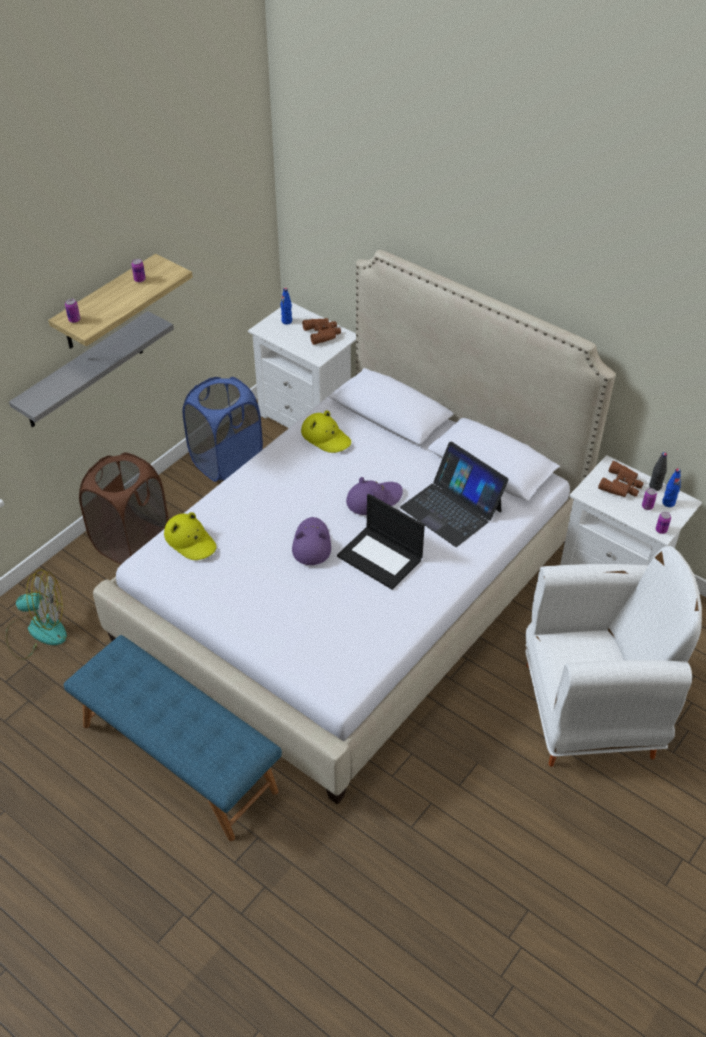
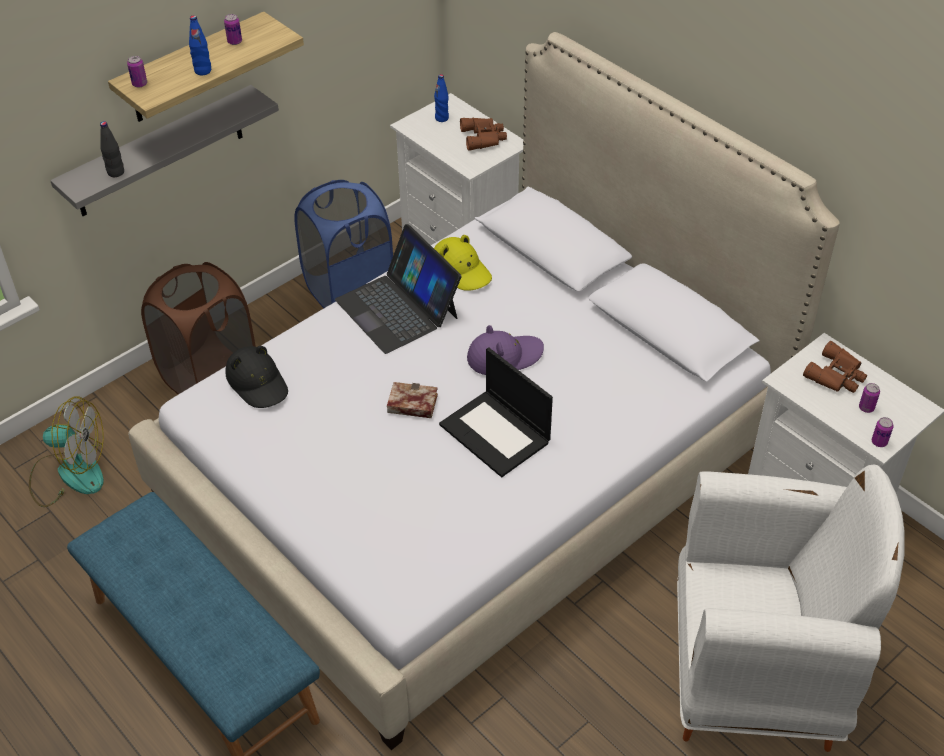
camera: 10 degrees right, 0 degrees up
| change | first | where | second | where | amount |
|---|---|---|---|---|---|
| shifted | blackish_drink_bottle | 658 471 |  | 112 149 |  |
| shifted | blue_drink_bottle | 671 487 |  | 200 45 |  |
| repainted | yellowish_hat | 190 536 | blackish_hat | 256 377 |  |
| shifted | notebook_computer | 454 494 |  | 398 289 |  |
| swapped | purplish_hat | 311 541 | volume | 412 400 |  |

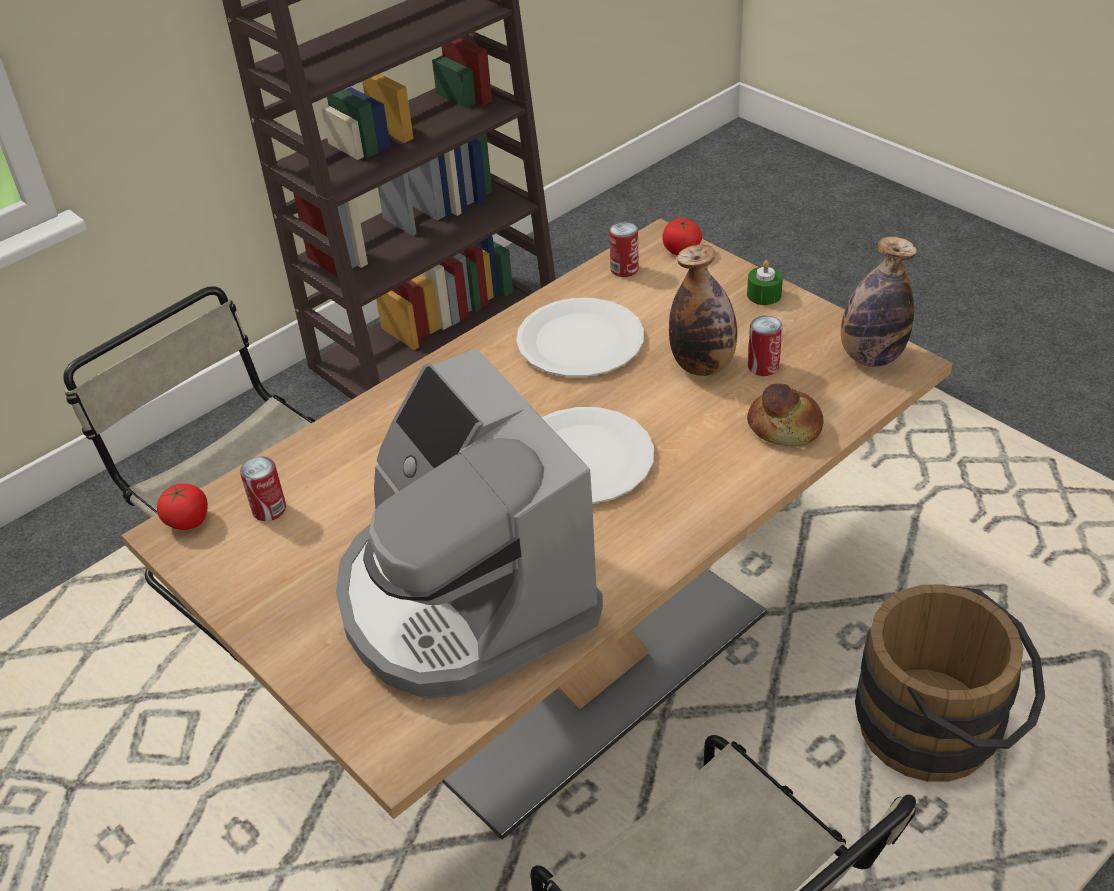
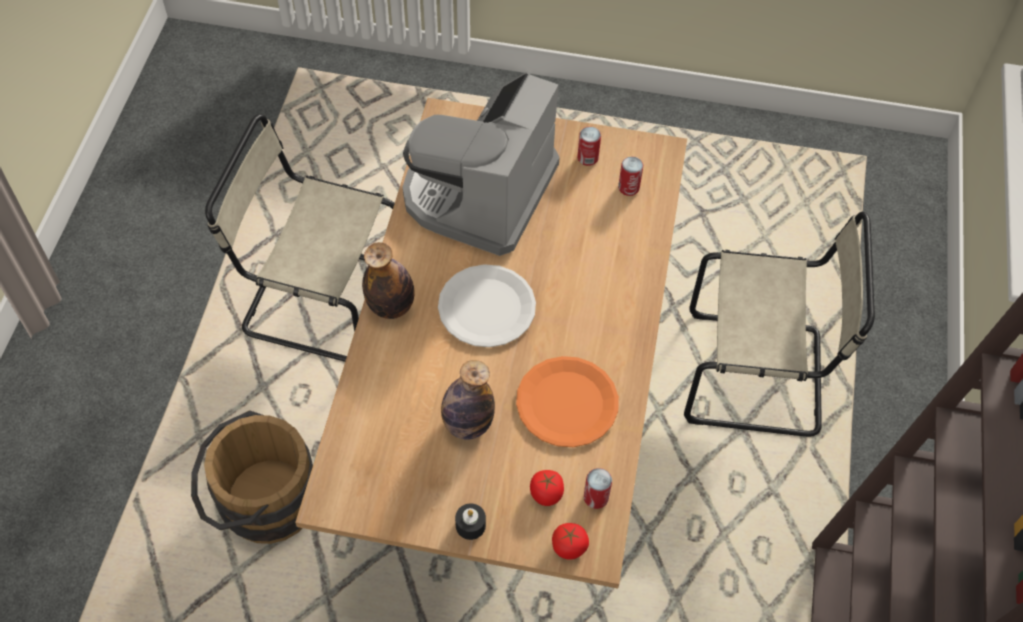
camera: 140 degrees right, 15 degrees up
| change | first | where | second | where | amount |
|---|---|---|---|---|---|
| shifted | drink_bottle | 879 301 |  | 388 280 |  |
| rotated | coffee_maker | 469 523 |  | 481 164 | 90 degrees counterclockwise |
| repainted | green-coloured_candle | 765 282 | blackish_candle | 470 521 |  |
| repainted | white-coloured_flat_dish | 580 337 | orangey_flat_dish | 567 401 |  |
| shifted | whole_tomato | 182 507 |  | 547 488 |  |
| shifted | can | 765 346 |  | 589 146 |  |
| gone | bread | 785 415 |  |  |  |

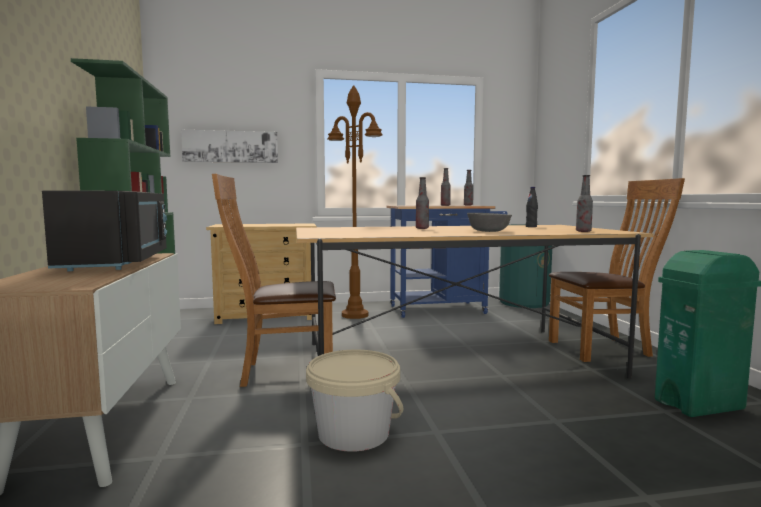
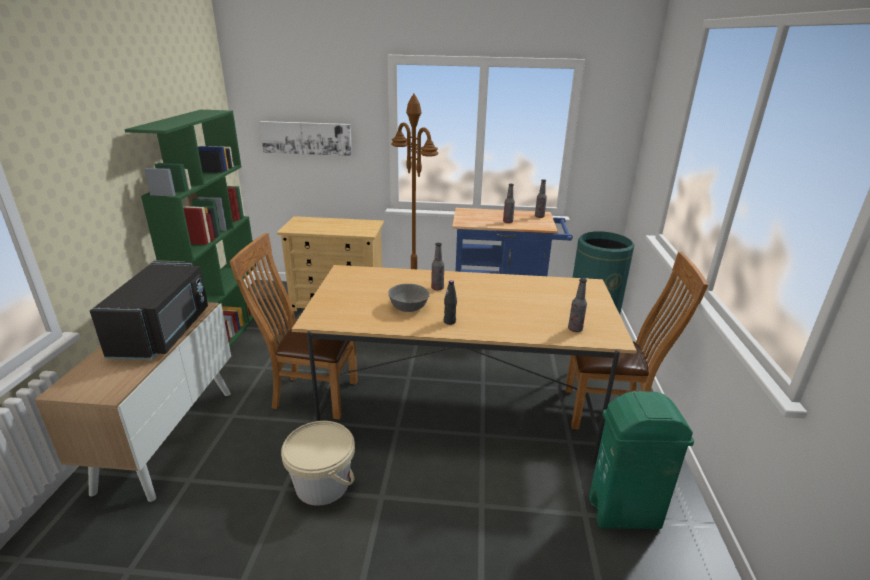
camera: 15 degrees right, 20 degrees up
| change | first | where | second | where | amount |
|---|---|---|---|---|---|
| shifted | greyish_serving_bowl | 489 222 |  | 409 298 |  |
| shifted | blackish_drink_bottle | 532 207 |  | 450 302 |  |

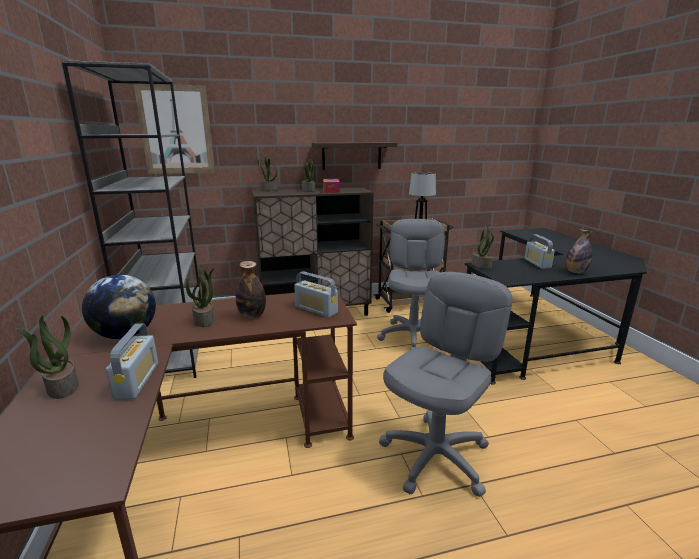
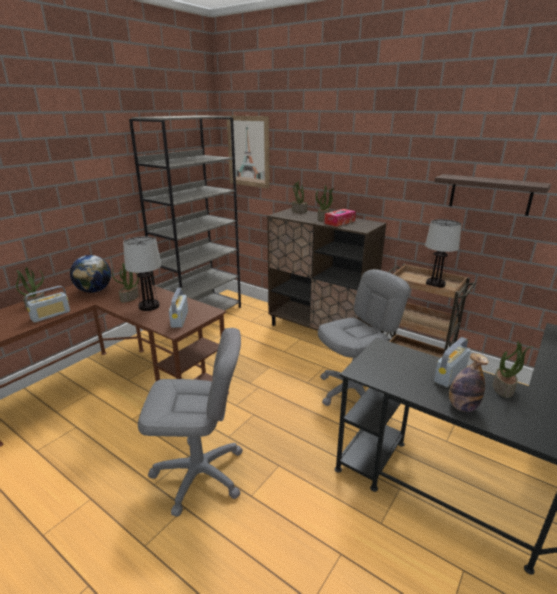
camera: 50 degrees right, 5 degrees up
| change | first | where | second | where | amount |
|---|---|---|---|---|---|
| swapped | drink_bottle | 251 289 | tabletop_lamp | 142 273 |  |
| shifted | wall_shelf | 355 156 |  | 492 195 |  |
| shifted | plant_in_a_pot | 482 247 |  | 513 369 |  |

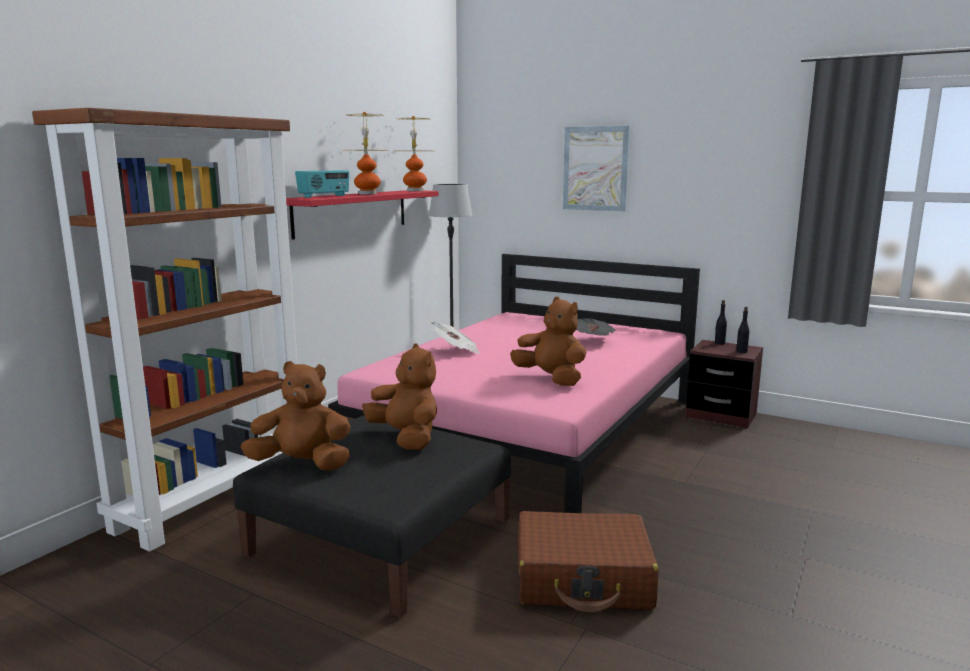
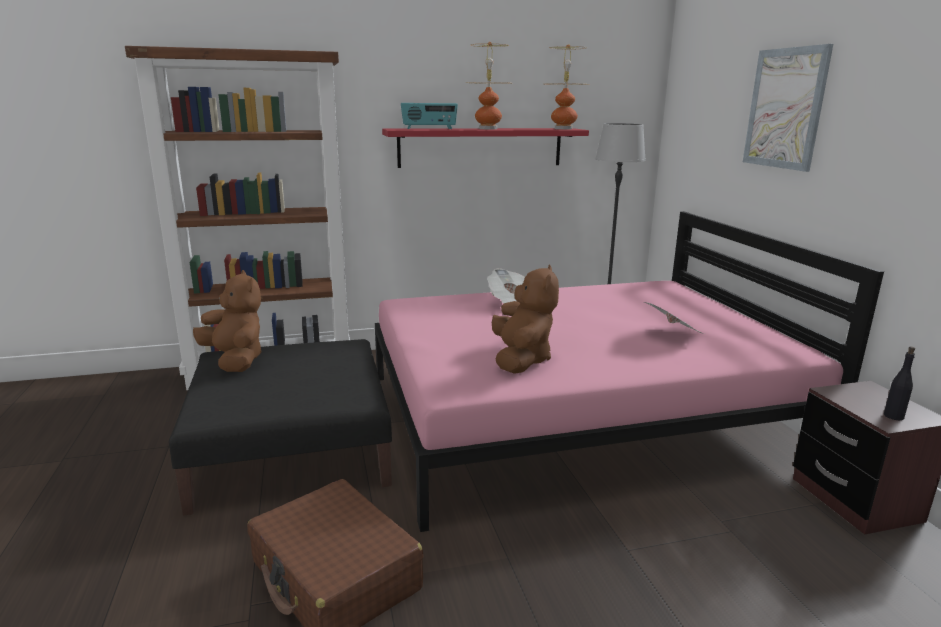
camera: 45 degrees right, 5 degrees up
| change | first | where | second | where | amount |
|---|---|---|---|---|---|
| gone | brown_soft_toy | 399 396 |  |  |  |
| gone | blackish_drink_bottle | 721 322 |  |  |  |

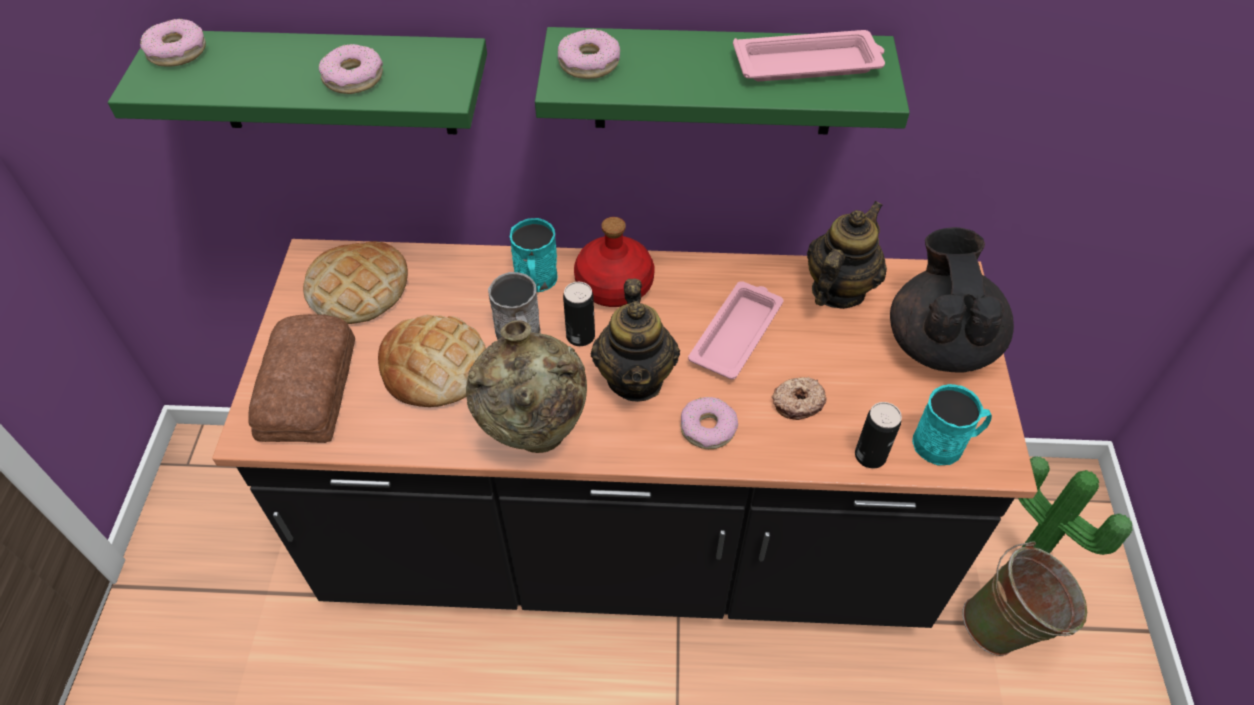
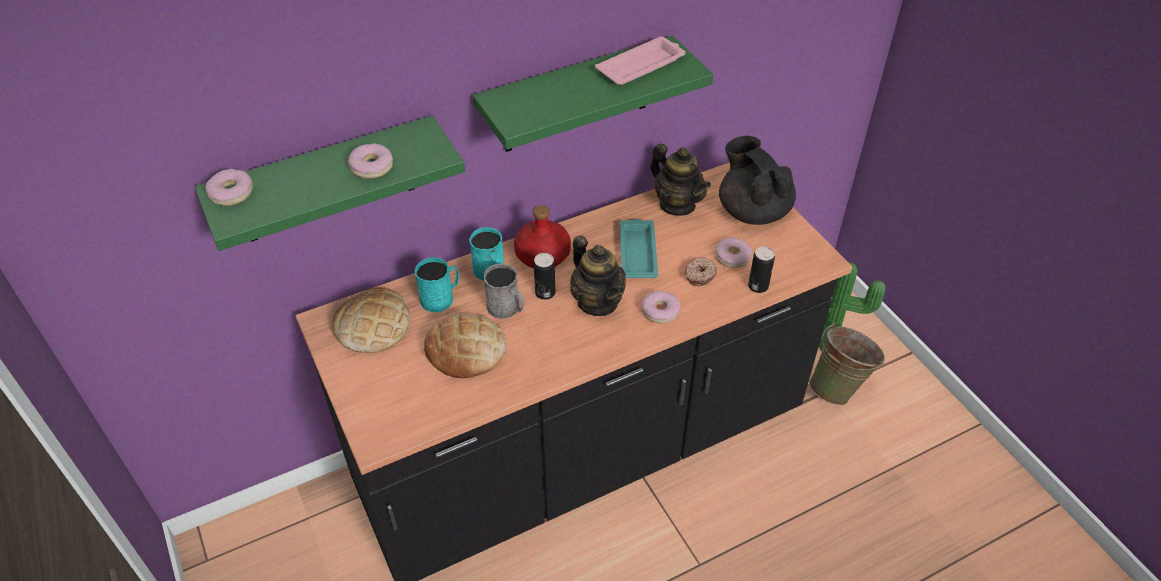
camera: 30 degrees left, 5 degrees down
| change | first | where | second | where | amount |
|---|---|---|---|---|---|
| shifted | turquoise-coloured_coffee_mug | 952 425 |  | 437 284 |  |
| repainted | pink_carrying_tray | 736 330 | turquoise-coloured_carrying_tray | 639 248 |  |
| rotated | pot_for_tea | 847 255 |  | 680 180 | 135 degrees clockwise |
| shifted | doughnut | 589 54 |  | 733 252 |  |
| gone | bread | 301 378 |  |  |  |
| gone | beige_flower_vase | 526 386 |  |  |  |

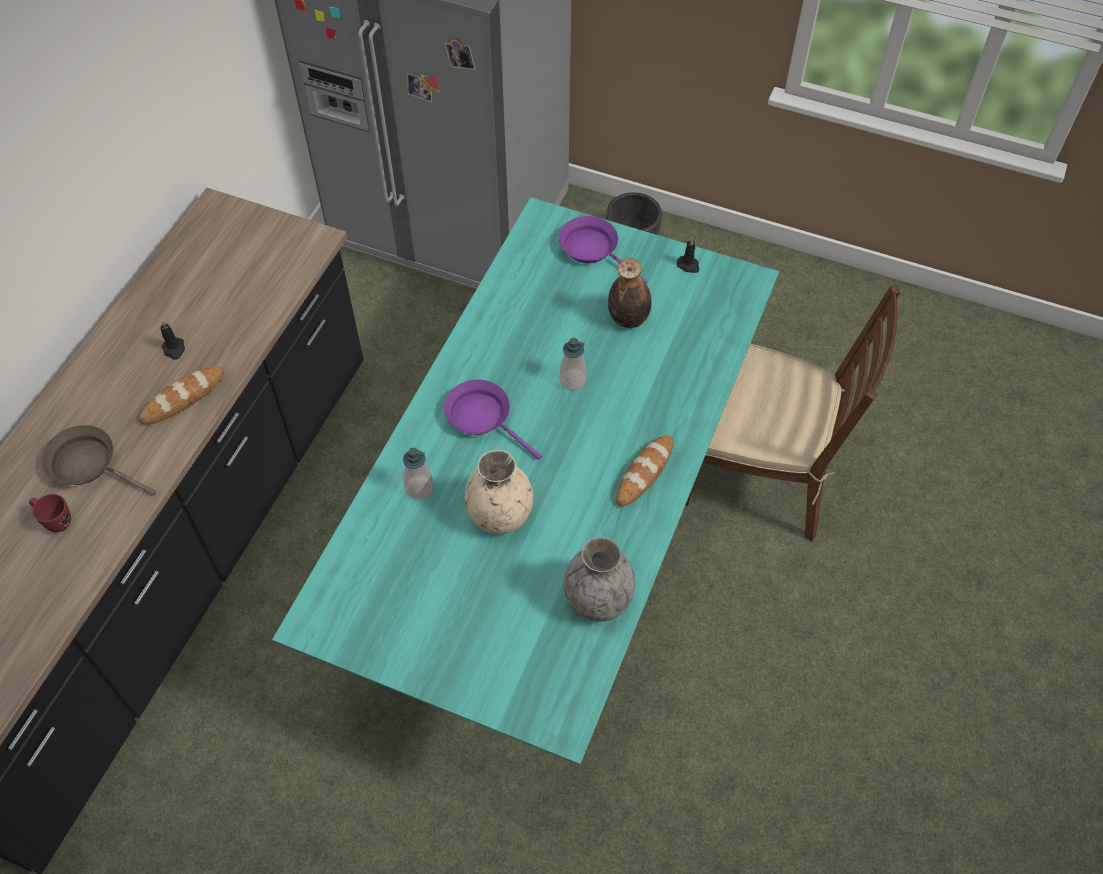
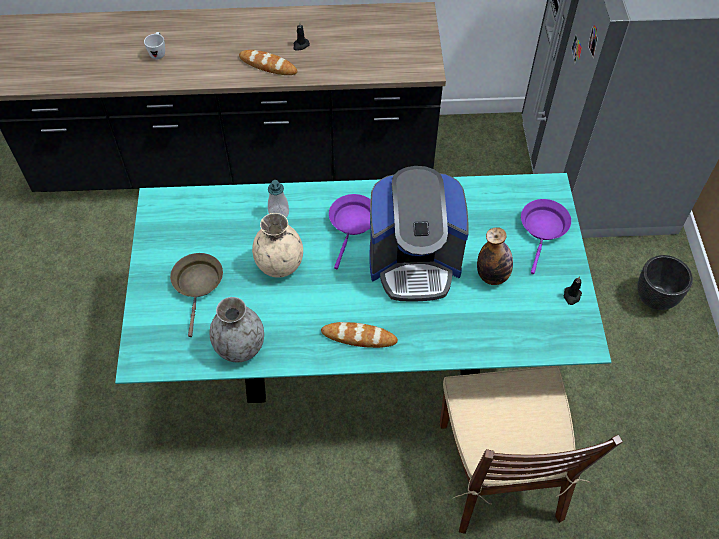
camera: 65 degrees right, 0 degrees up
| change | first | where | second | where | amount |
|---|---|---|---|---|---|
| repainted | red_coffee_mug | 50 513 | white-coloured_coffee_mug | 154 45 |  |
| shifted | brown_skillet | 98 460 |  | 196 295 |  |
| swapped | soap_bottle | 573 364 | coffee_maker | 419 234 |  |

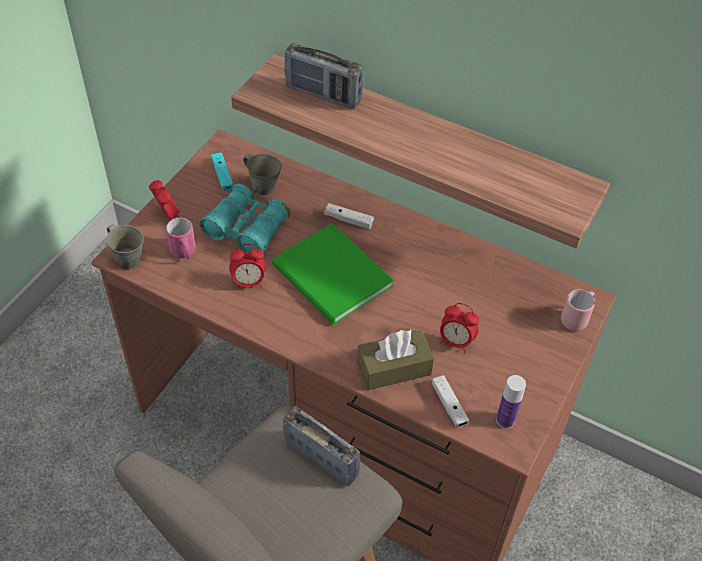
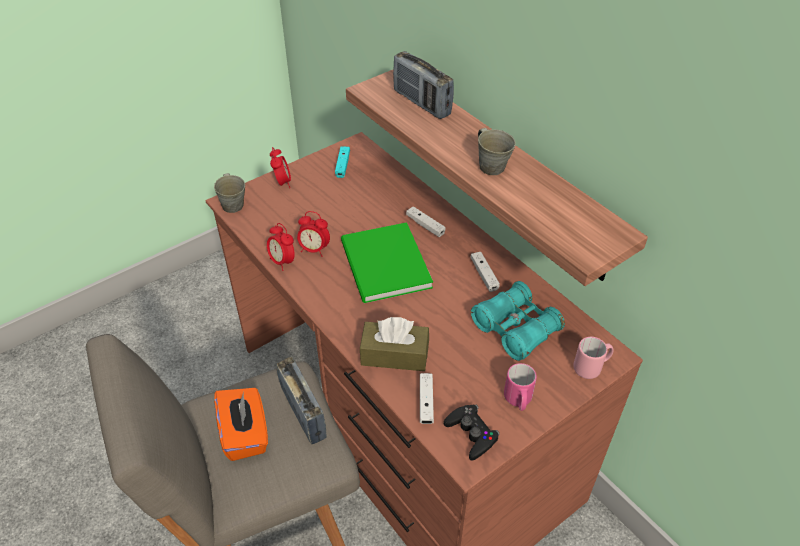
camera: 25 degrees right, 5 degrees down
| change | first | where | second | where | amount |
|---|---|---|---|---|---|
| new |  |  | orangey_tissue_box | 241 424 |  |
| shifted | bedside_clock | 459 328 |  | 281 247 |  |
| swapped | drink_bottle | 511 402 | blackish_game_controller | 471 433 |  |
| new |  |  | white-coloured_game_controller | 485 272 |  |
| shifted | turquoise-coloured_binoculars | 245 218 |  | 518 321 |  |
| shifted | greyish_coffee_mug | 262 174 |  | 497 151 |  |
| shifted | pink_coffee_mug | 181 238 |  | 520 387 |  |

